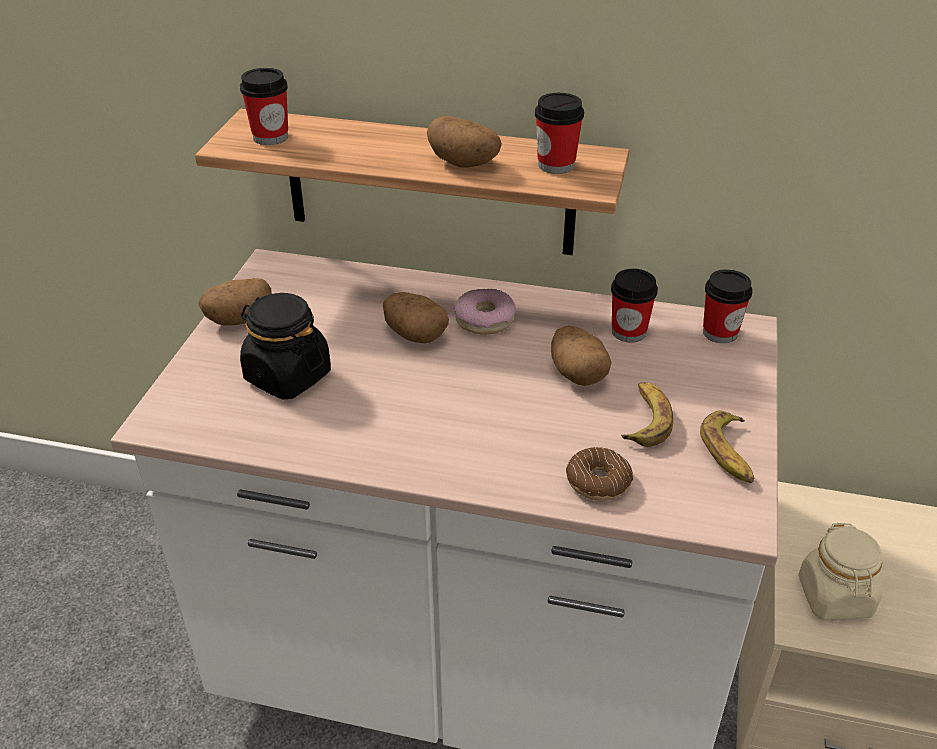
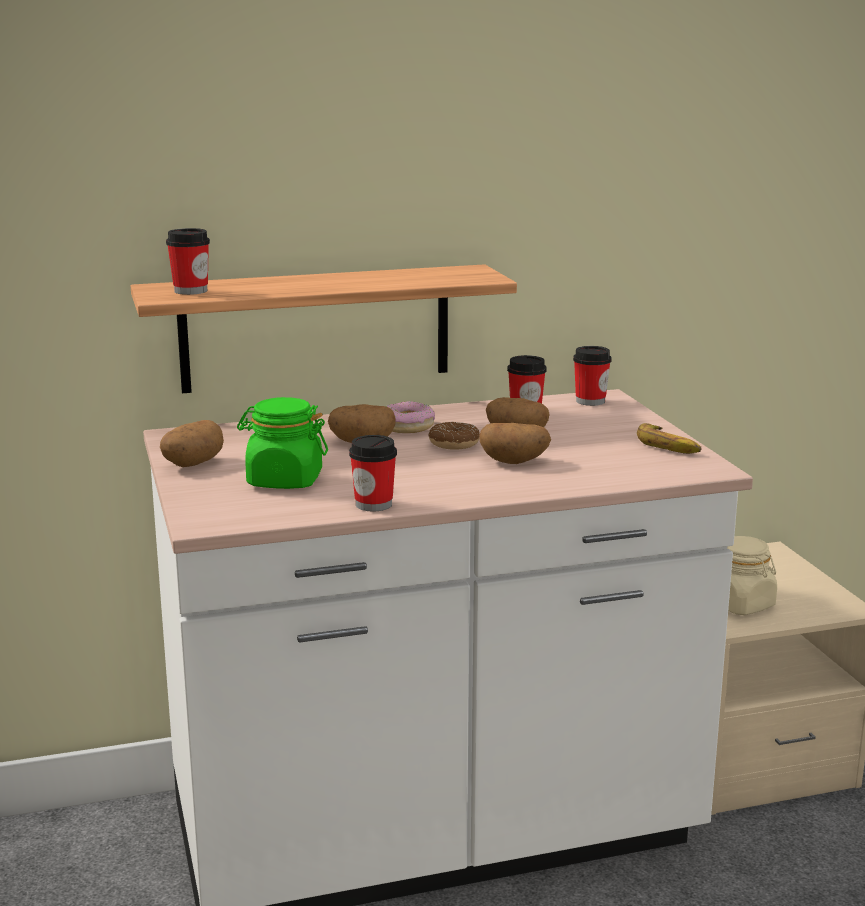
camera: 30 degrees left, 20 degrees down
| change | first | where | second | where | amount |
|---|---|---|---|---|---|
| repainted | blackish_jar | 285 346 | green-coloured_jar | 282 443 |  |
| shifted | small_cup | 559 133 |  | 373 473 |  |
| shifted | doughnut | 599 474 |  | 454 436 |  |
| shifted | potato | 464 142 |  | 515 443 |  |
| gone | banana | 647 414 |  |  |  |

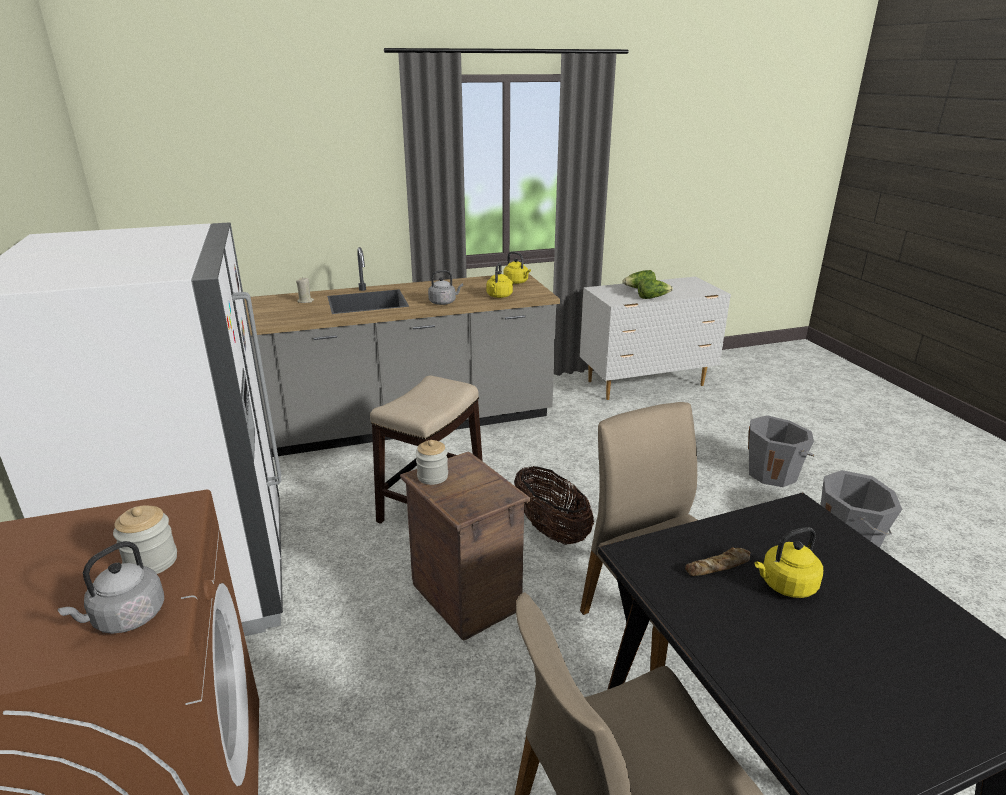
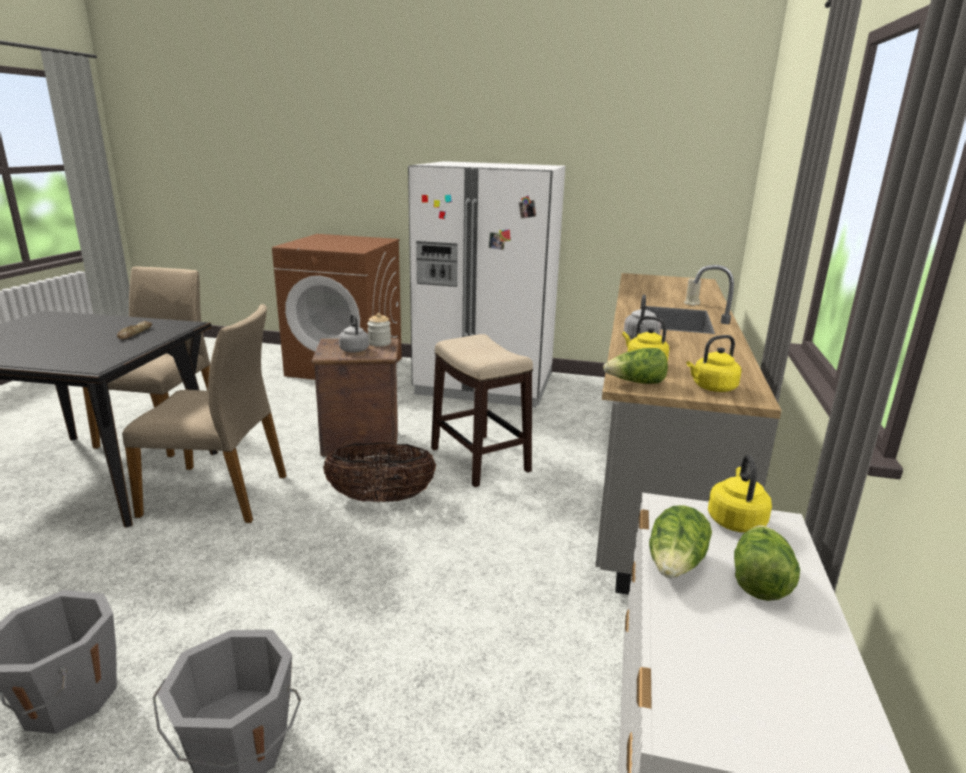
camera: 120 degrees right, 5 degrees down
| change | first | where | second | where | amount |
|---|---|---|---|---|---|
| shifted | greyish_kettle | 111 587 |  | 354 333 |  |
| new |  |  | lettuce_head | 635 366 |  |
| shifted | yellowish_kettle | 788 562 |  | 740 494 |  |
| gone | jar | 145 539 |  |  |  |

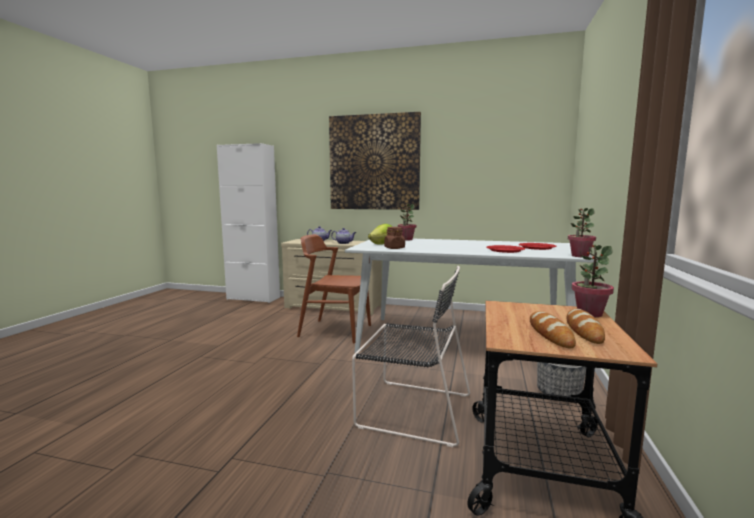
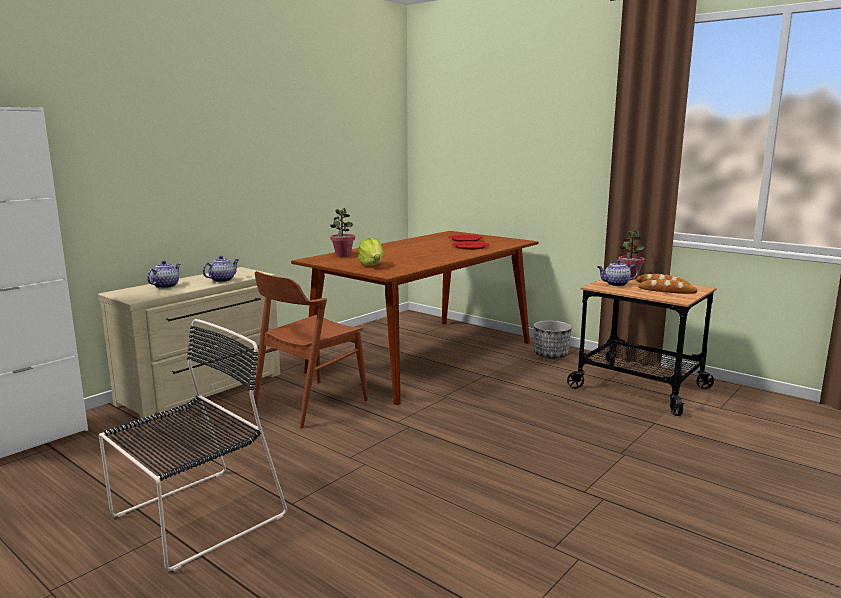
camera: 65 degrees left, 5 degrees up
| change | first | where | second | where | amount |
|---|---|---|---|---|---|
| shifted | blackish_plain_chair | 411 356 |  | 193 445 |  |
| repainted | white-coloured_dinner_table | 472 296 | brown_dinner_table | 415 318 |  |
| new |  |  | pot_for_tea | 617 273 |  |
| gone | wall_art | 375 161 |  |  |  |
| gone | brown_jar | 394 238 |  |  |  |
| gone | plant_in_a_pot | 582 232 |  |  |  |

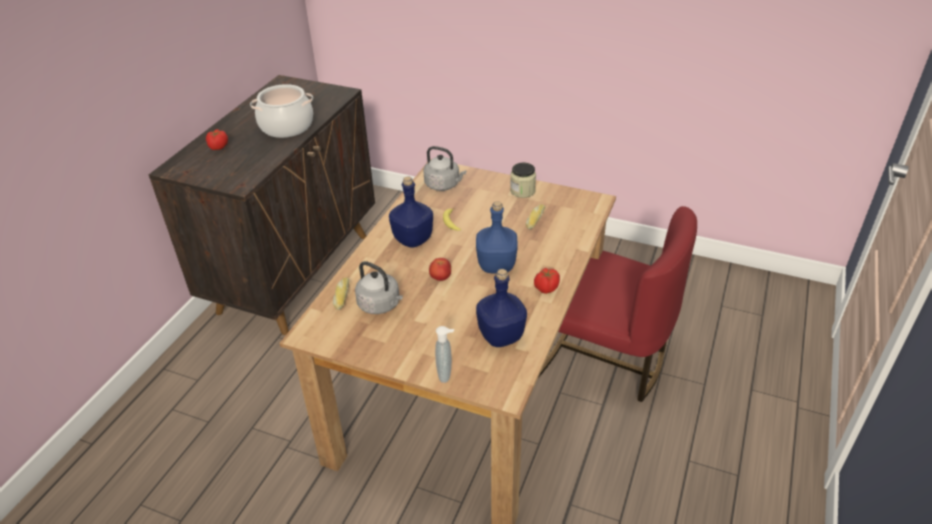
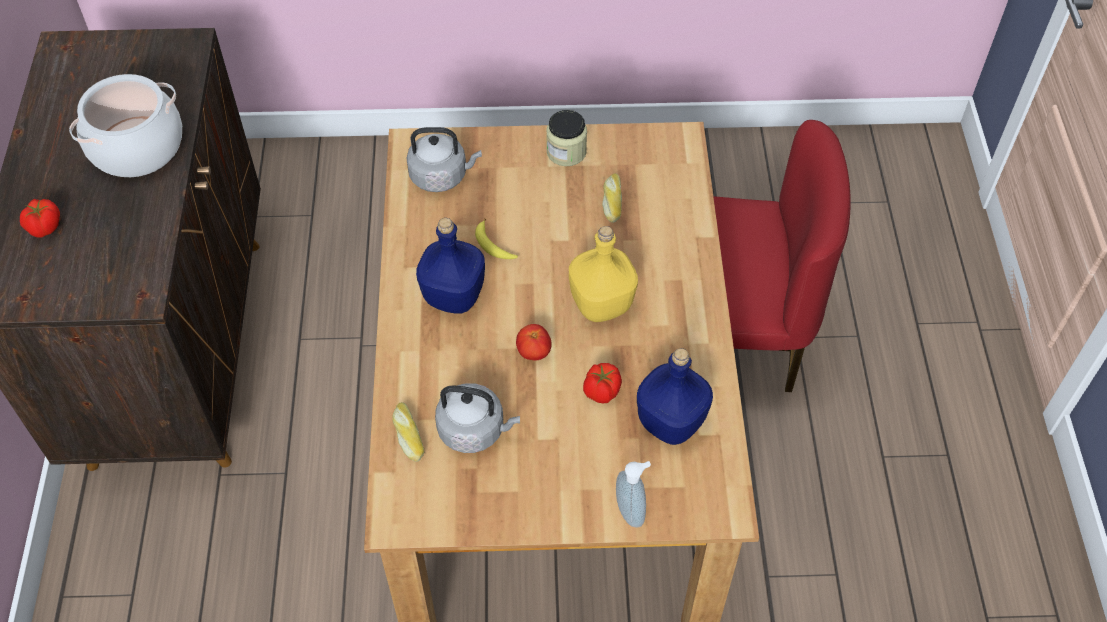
camera: 25 degrees left, 15 degrees up
| change | first | where | second | where | amount |
|---|---|---|---|---|---|
| repainted | blue_drink_bottle | 497 237 | yellowish_drink_bottle | 603 274 |  |
| shifted | whole_tomato | 547 281 |  | 602 383 |  |

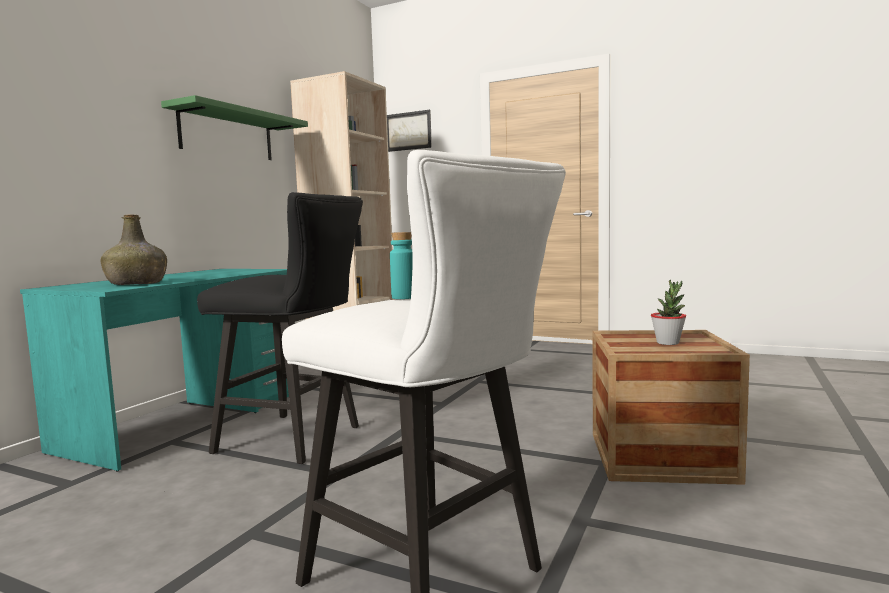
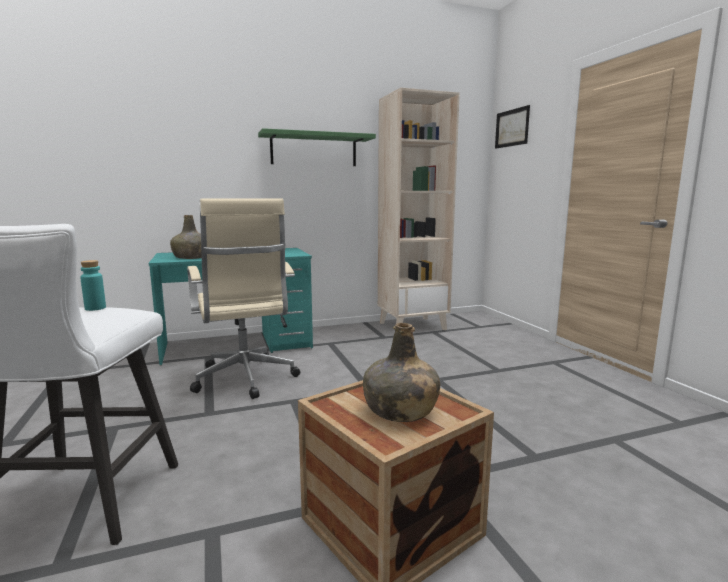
camera: 45 degrees right, 5 degrees up
| change | first | where | second | where | amount |
|---|---|---|---|---|---|
| swapped | blackish_stool | 280 328 | beige_desk_chair | 243 298 |  |
| swapped | plant_in_a_pot | 668 312 | green-coloured_drink_bottle | 401 372 |  |

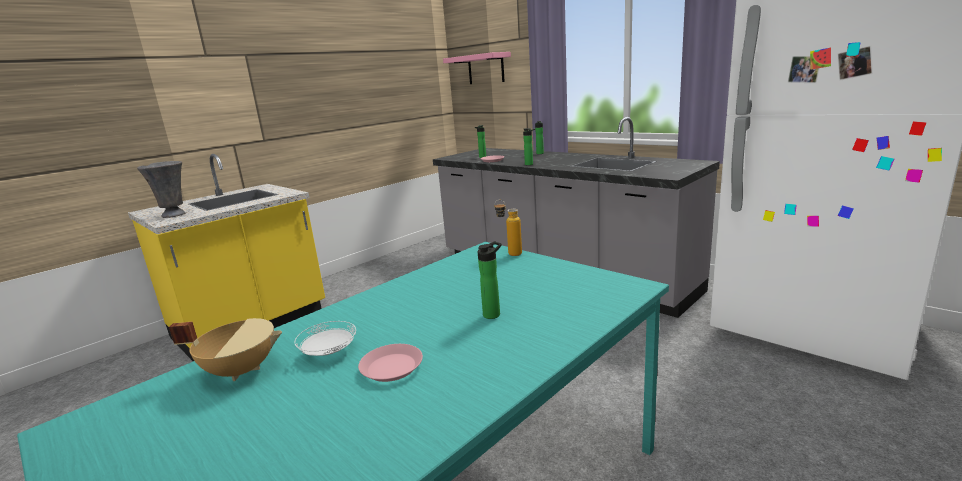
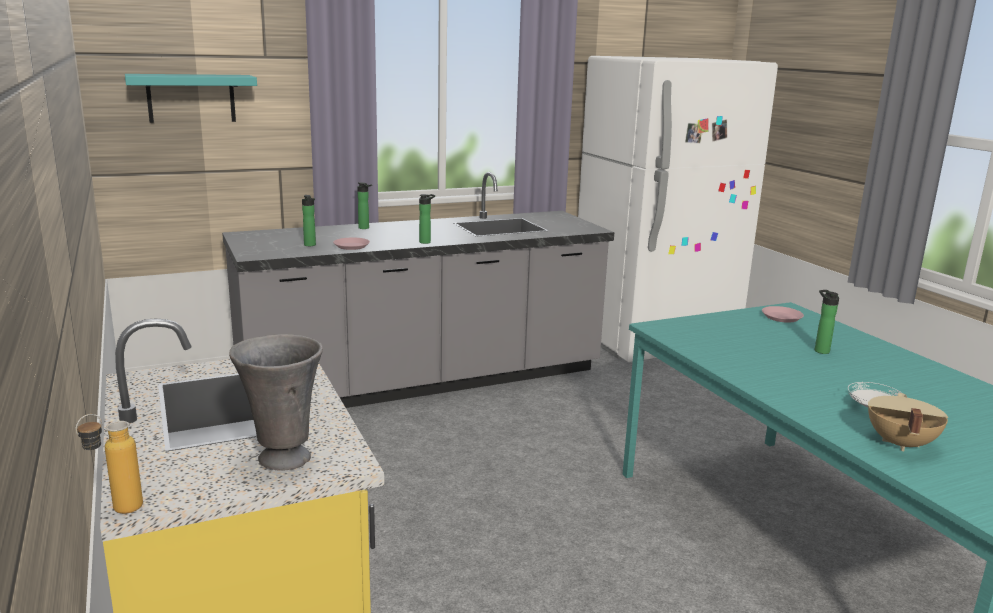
camera: 70 degrees left, 0 degrees up
| change | first | where | second | where | amount |
|---|---|---|---|---|---|
| shifted | drink_bottle | 508 228 |  | 109 464 |  |
| repainted | pink_wall_shelf | 477 68 | turquoise-coloured_wall_shelf | 191 98 |  |
| shifted | pink_flat_dish | 390 363 |  | 783 314 |  |

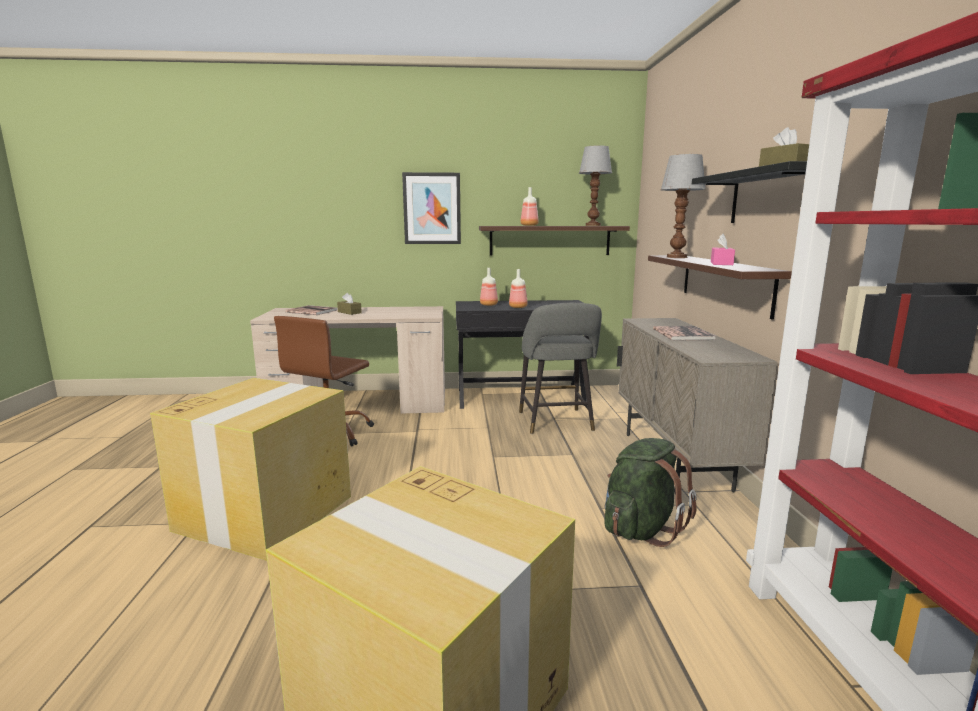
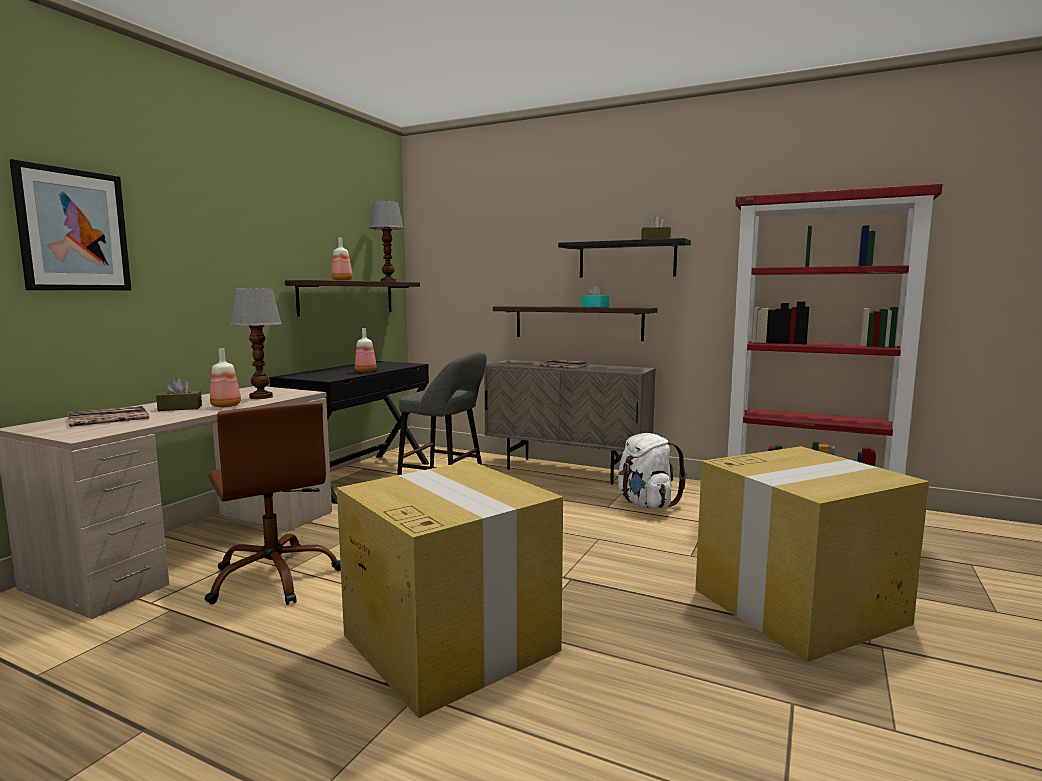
camera: 60 degrees left, 5 degrees down
| change | first | where | second | where | amount |
|---|---|---|---|---|---|
| shifted | wall_art | 431 208 |  | 70 224 |  |
| shifted | drink_bottle | 489 287 |  | 225 377 |  |
| shifted | tabletop_lamp | 683 206 |  | 256 343 |  |
| repainted | pink_tissue_box | 723 249 | turquoise-coloured_tissue_box | 595 296 |  |
| repainted | green-coloured_backpack | 650 492 | white-coloured_backpack | 652 471 |  |

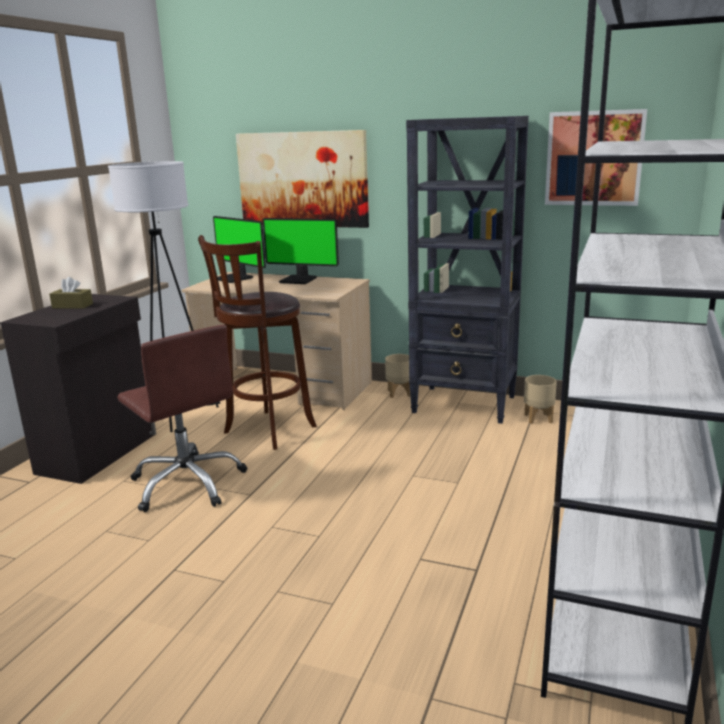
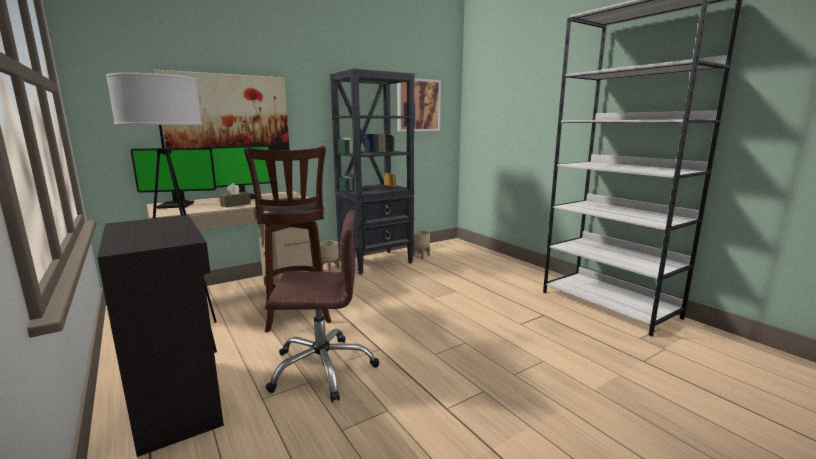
camera: 55 degrees left, 5 degrees down
| change | first | where | second | where | amount |
|---|---|---|---|---|---|
| shifted | brown_tissue_box | 71 293 |  | 235 195 |  |

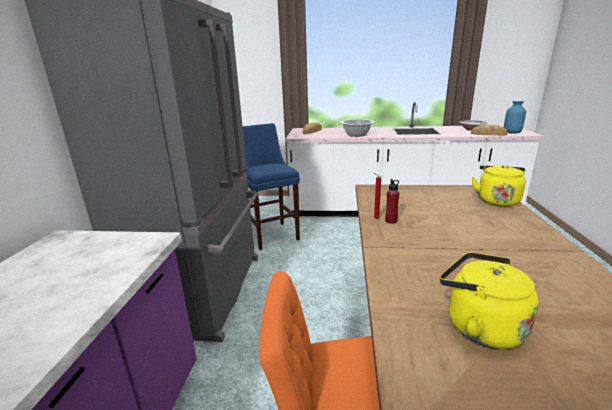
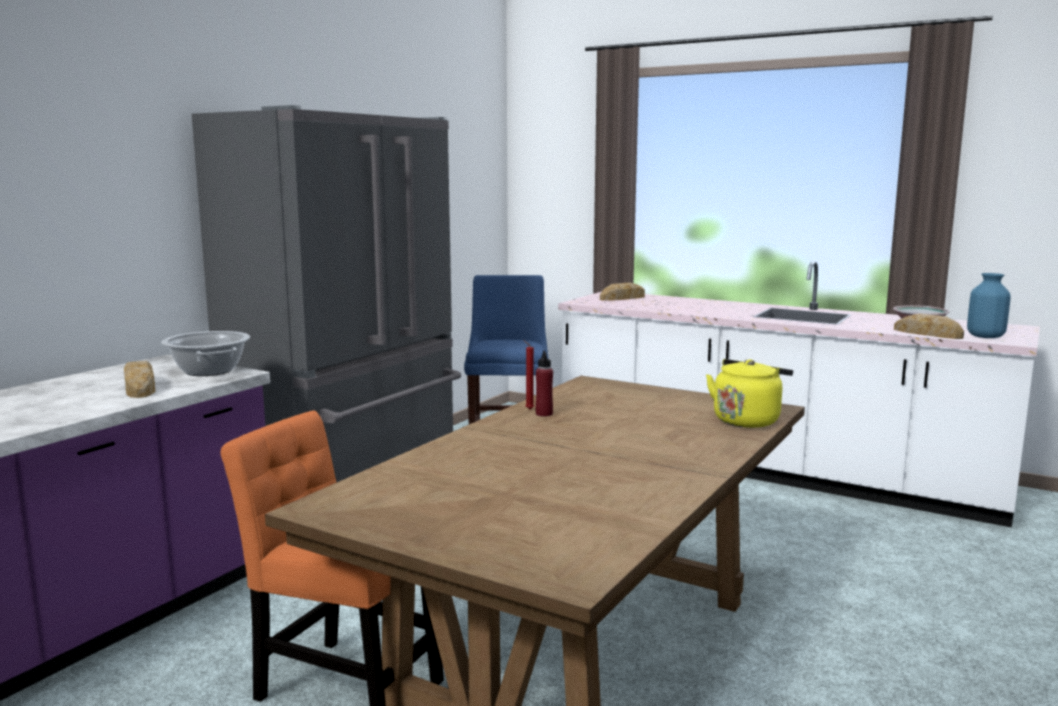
camera: 25 degrees right, 10 degrees down
| change | first | where | second | where | amount |
|---|---|---|---|---|---|
| new |  |  | bread | 139 379 |  |
| shifted | stockpot | 357 128 |  | 205 353 |  |
| gone | yellowish_kettle | 489 300 |  |  |  |

